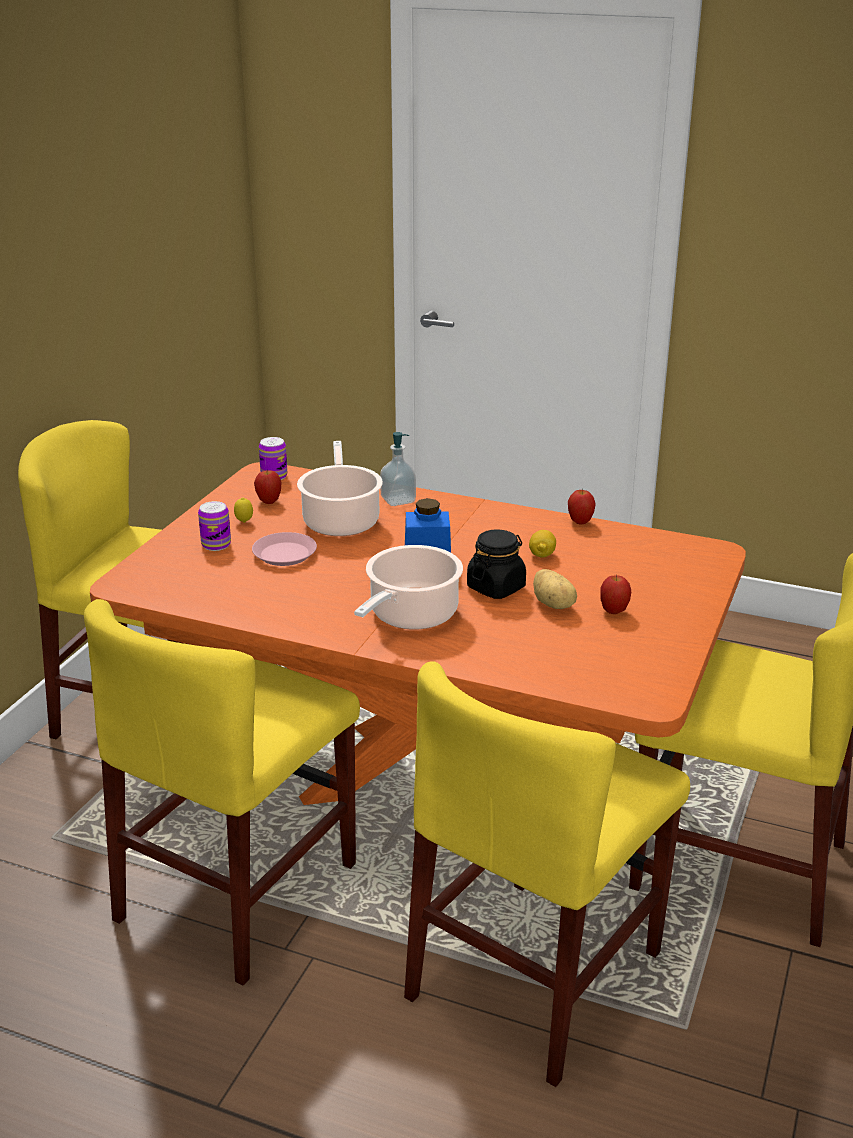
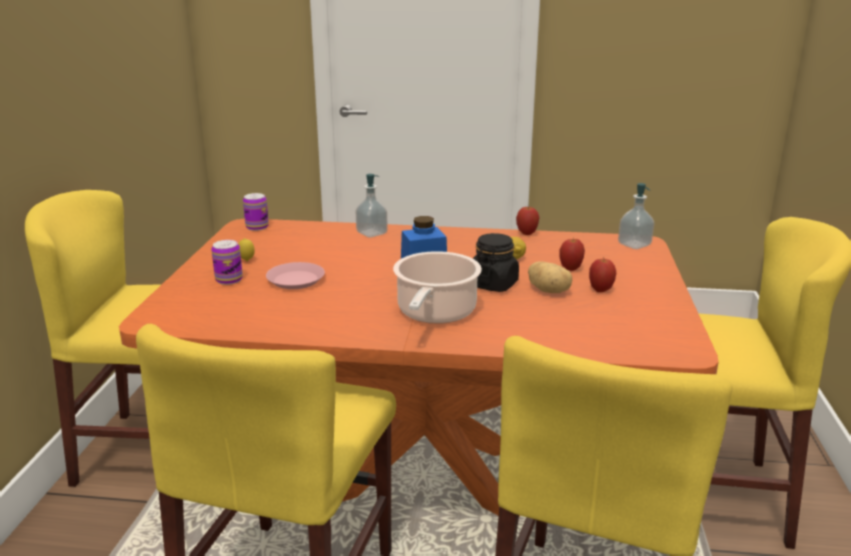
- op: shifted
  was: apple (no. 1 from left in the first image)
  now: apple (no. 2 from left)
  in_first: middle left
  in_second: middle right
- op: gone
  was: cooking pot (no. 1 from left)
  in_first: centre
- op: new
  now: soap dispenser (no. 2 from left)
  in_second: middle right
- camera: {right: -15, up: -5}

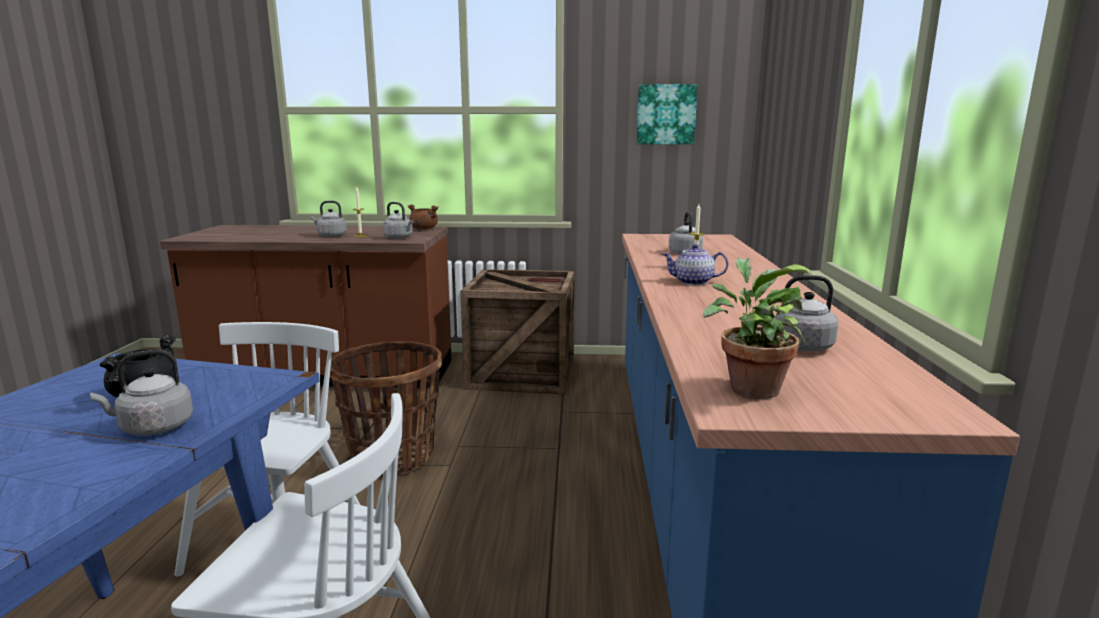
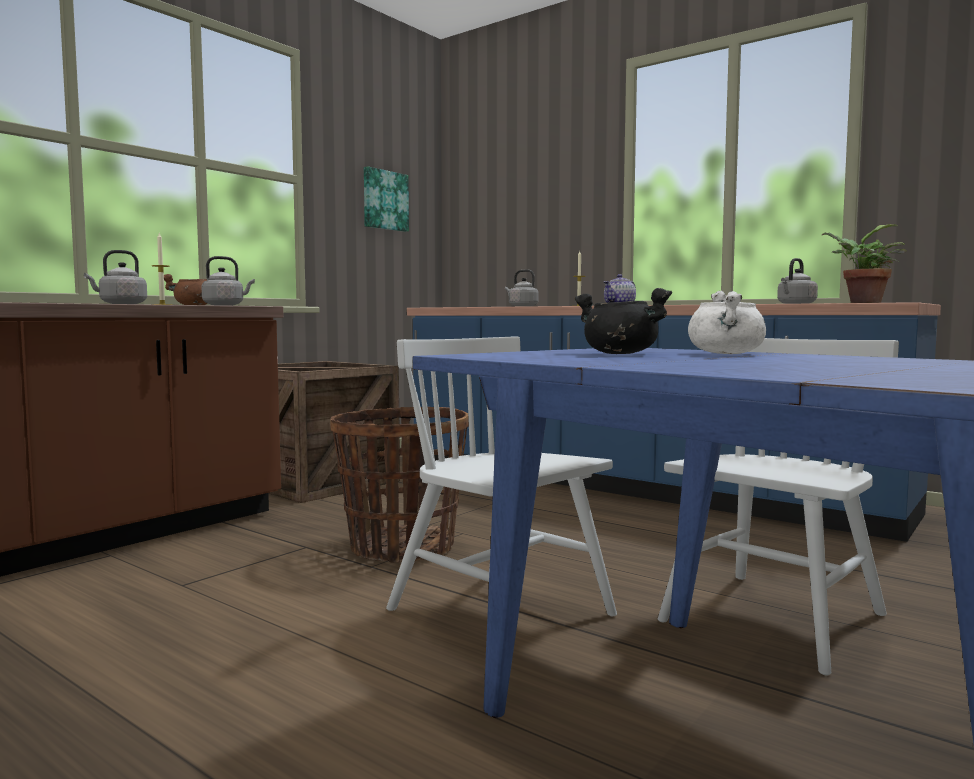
- op: swapped
  was: grey kettle (no. 1 from left)
  now: white cooking pot
  in_first: middle left
  in_second: middle right
- camera: {right: -55, up: -10}

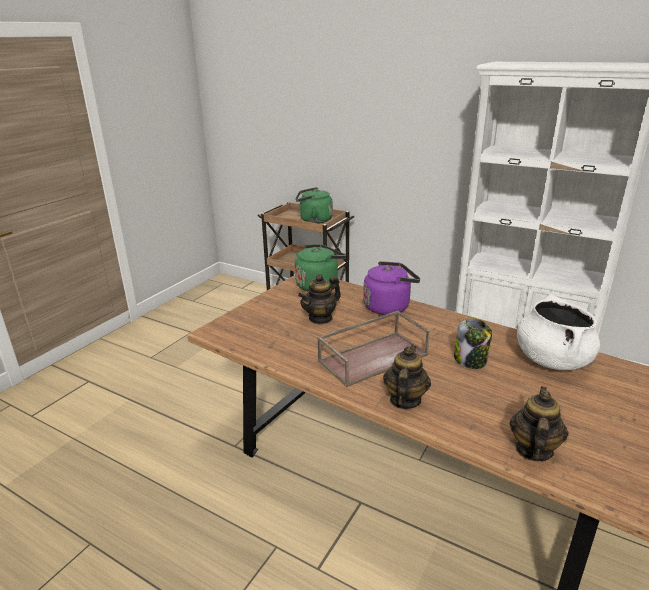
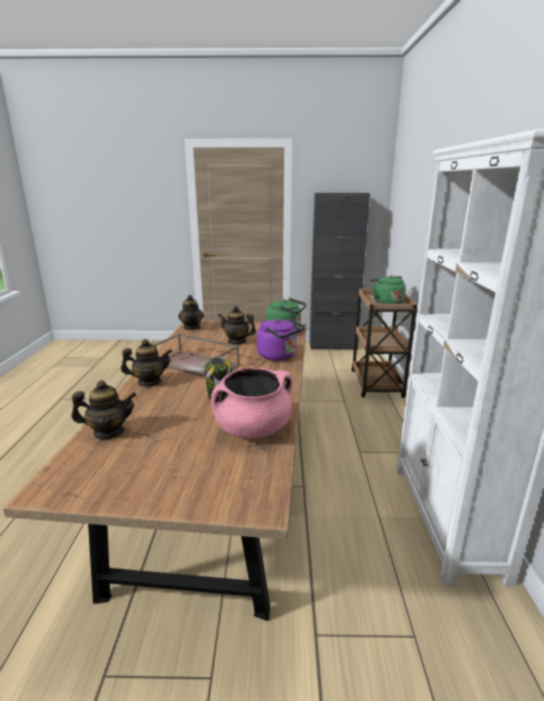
- op: repainted
  was: white cooking pot
  now: pink cooking pot
  in_first: middle right
  in_second: centre
- op: new
  now: teapot (no. 3 from left)
  in_second: centre
- op: new
  now: black cabinet
  in_second: centre
- camera: {right: 60, up: -5}

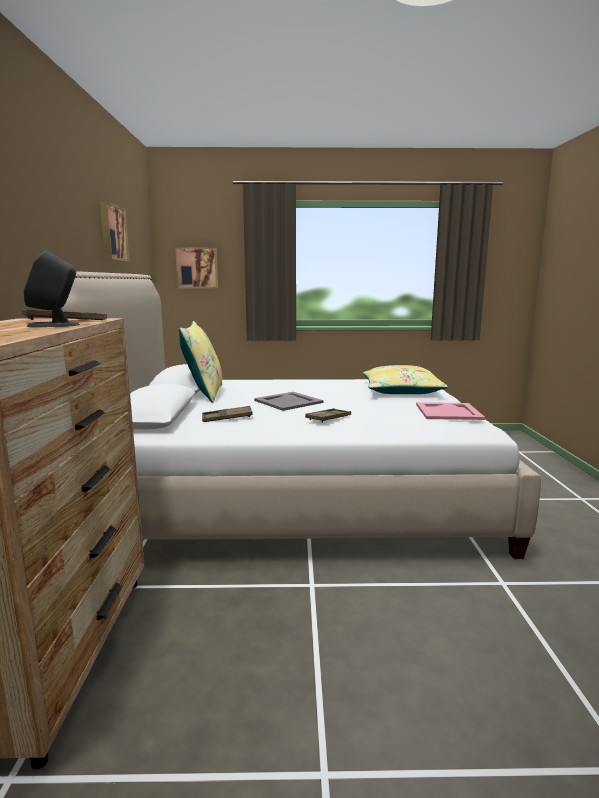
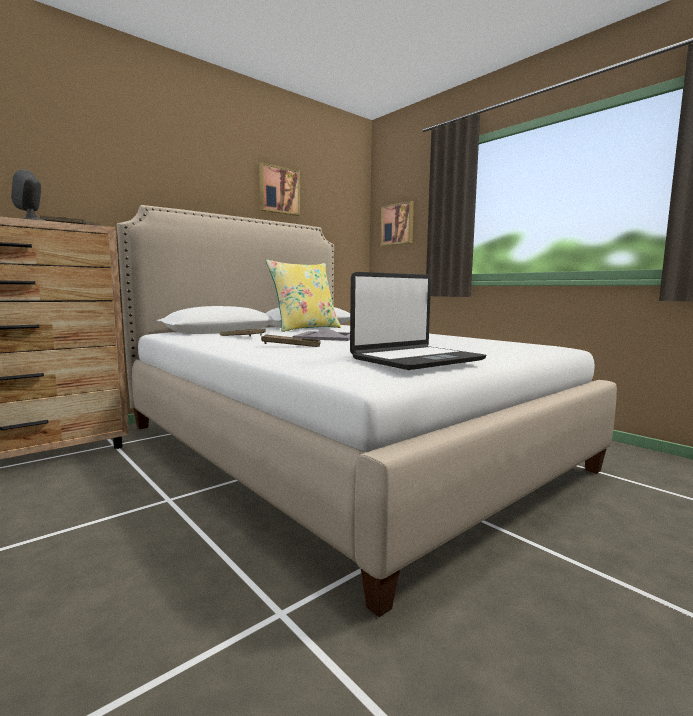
- op: gone
  was: yellow pillow (no. 2 from left)
  in_first: middle right
- op: swapped
  was: pink tray
  now: laptop
  in_first: middle right
  in_second: centre
- camera: {right: 50, up: -5}

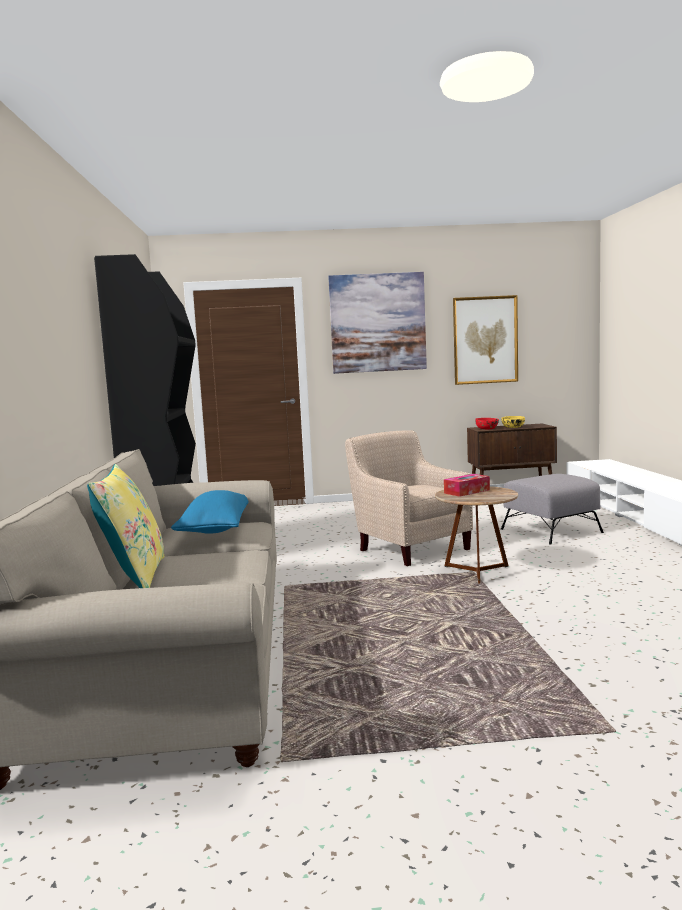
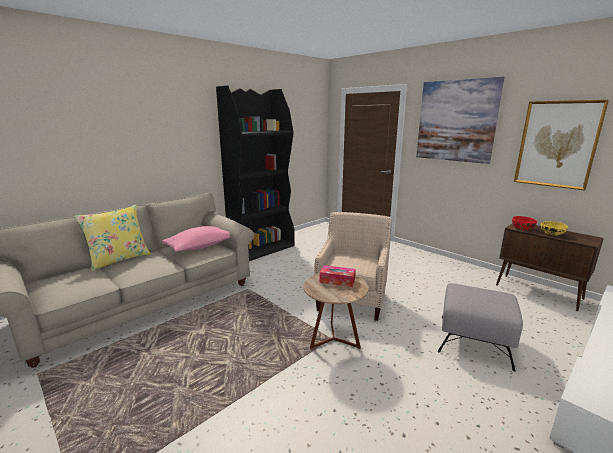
- op: repainted
  was: blue pillow
  now: pink pillow
  in_first: middle left
  in_second: middle left
- camera: {right: 50, up: 10}

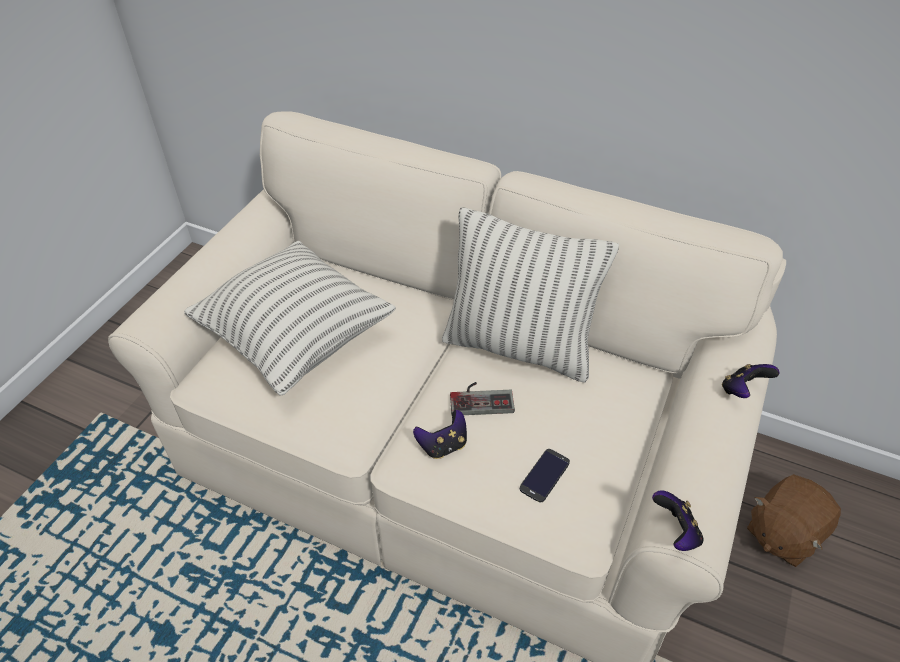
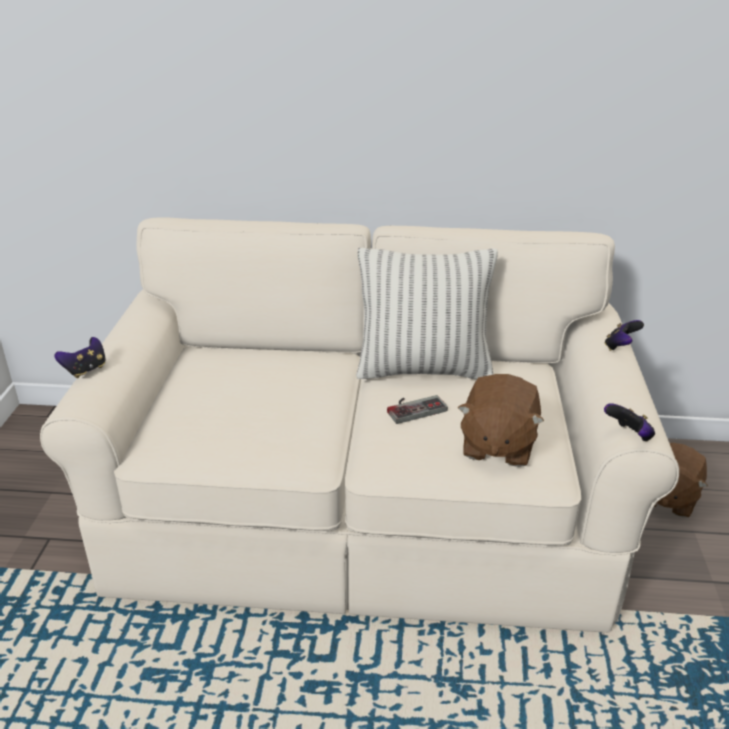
- op: gone
  was: pillow (no. 1 from left)
  in_first: middle left
- op: shifted
  was: game controller (no. 1 from left)
  in_first: centre
  in_second: middle left
- op: swapped
  was: phone
  now: brown plush toy (no. 1 from left)
  in_first: bottom centre
  in_second: middle right
- camera: {right: -20, up: -15}

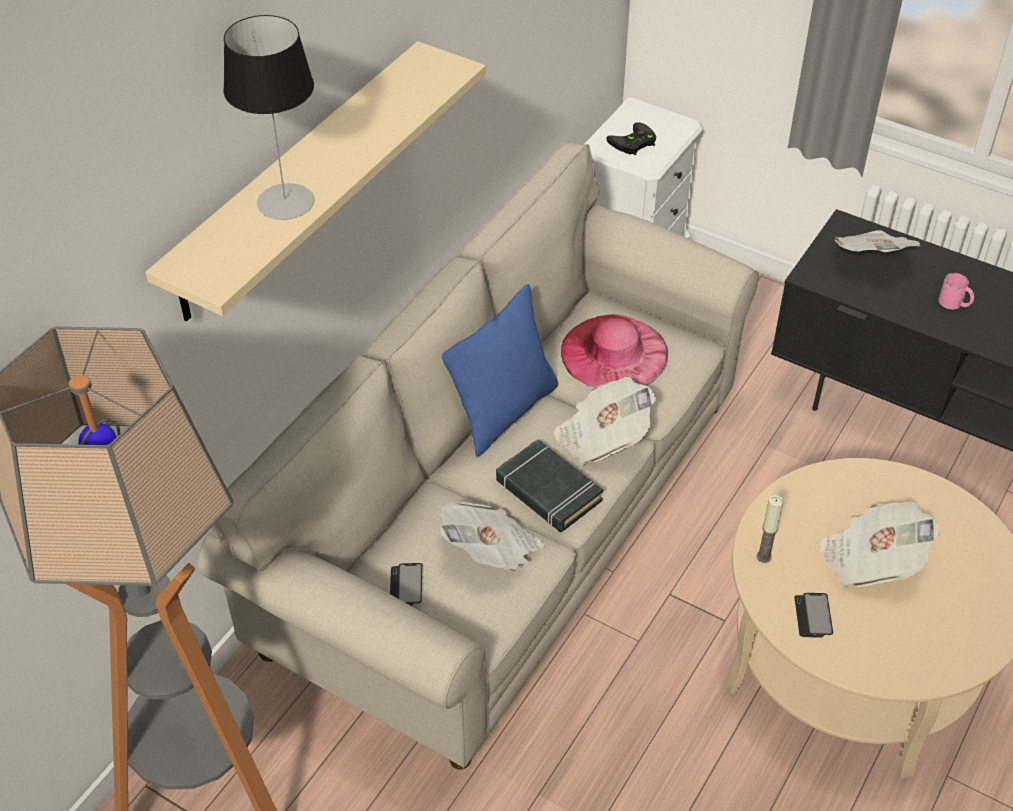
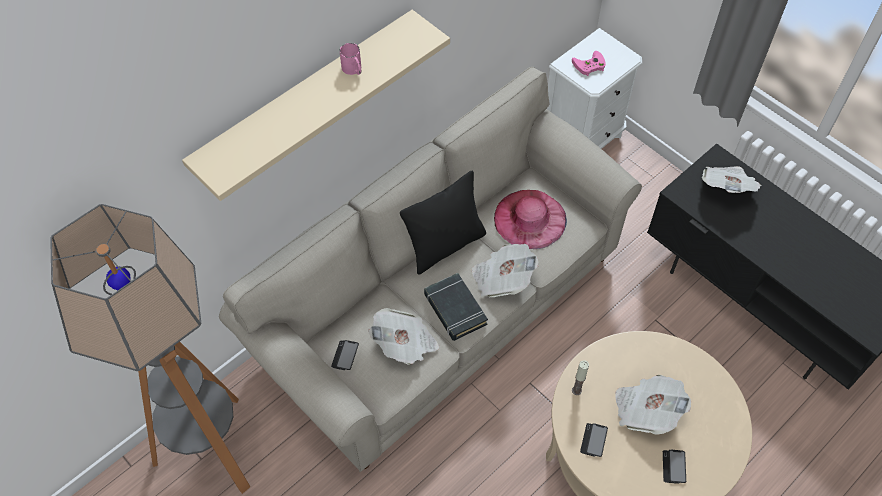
- op: gone
  was: table lamp
  in_first: top left
- op: repainted
  was: blue pillow
  now: black pillow
  in_first: centre
  in_second: centre
- op: repainted
  was: black game controller
  now: pink game controller
  in_first: top centre
  in_second: top right
- op: shifted
  was: pink mug
  in_first: middle right
  in_second: top centre
- op: new
  now: phone (no. 3 from left)
  in_second: bottom right
- camera: {right: 15, up: 10}

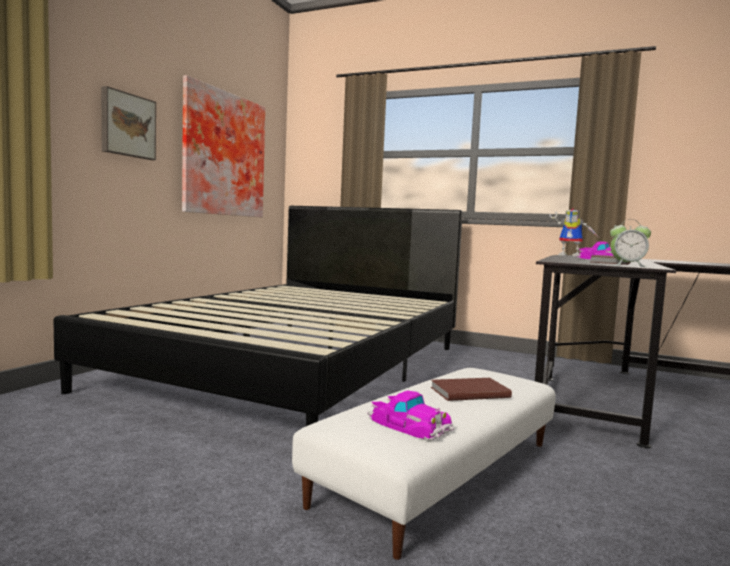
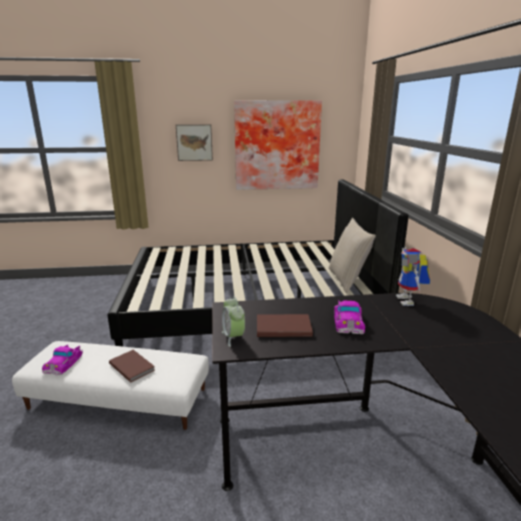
- op: new
  now: beige pillow
  in_second: middle right
- camera: {right: 60, up: 15}

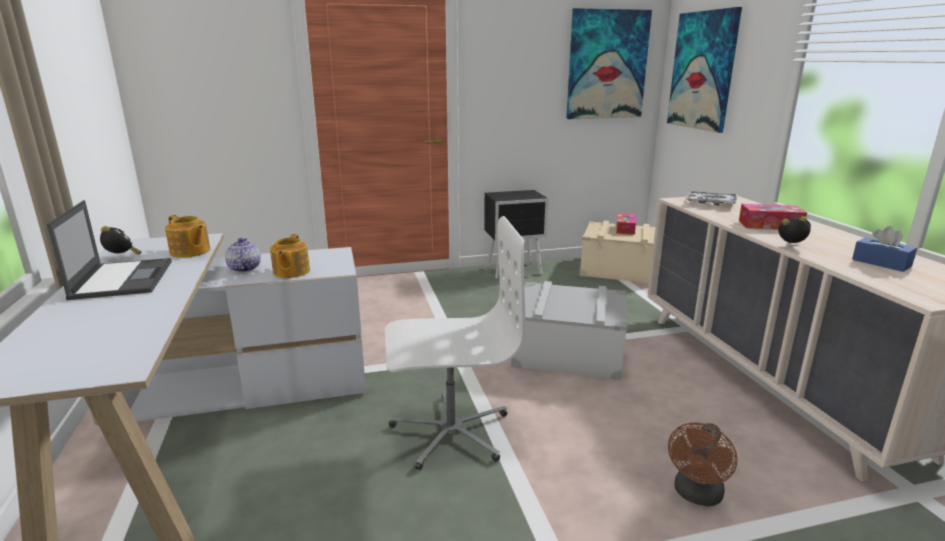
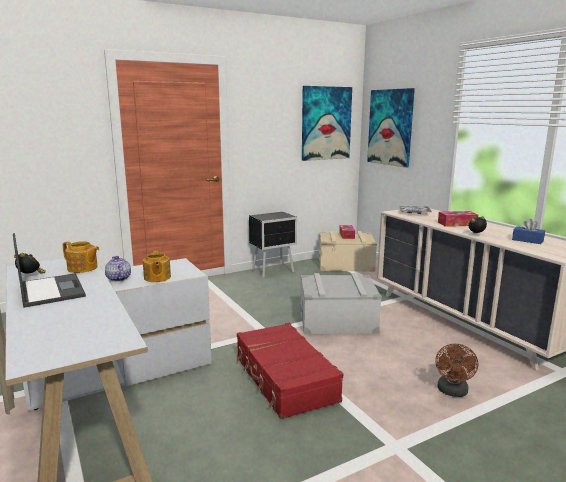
- op: swapped
  was: white office chair
  now: red suitcase
  in_first: centre
  in_second: bottom centre
- camera: {right: -15, up: -5}

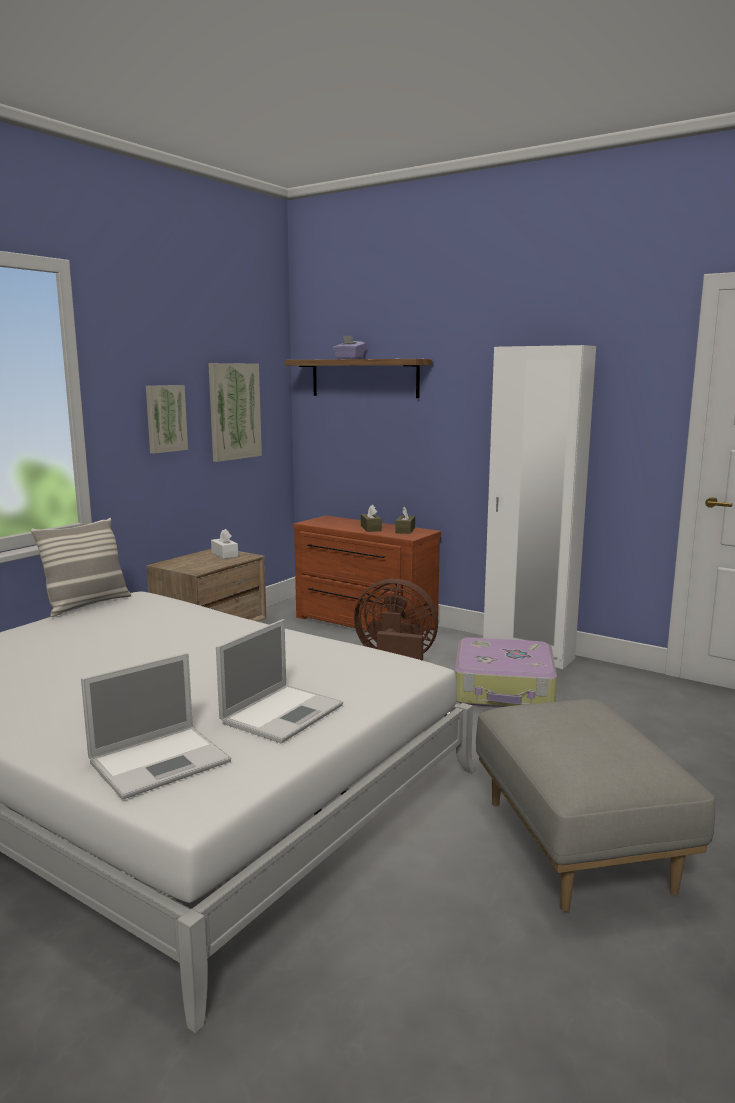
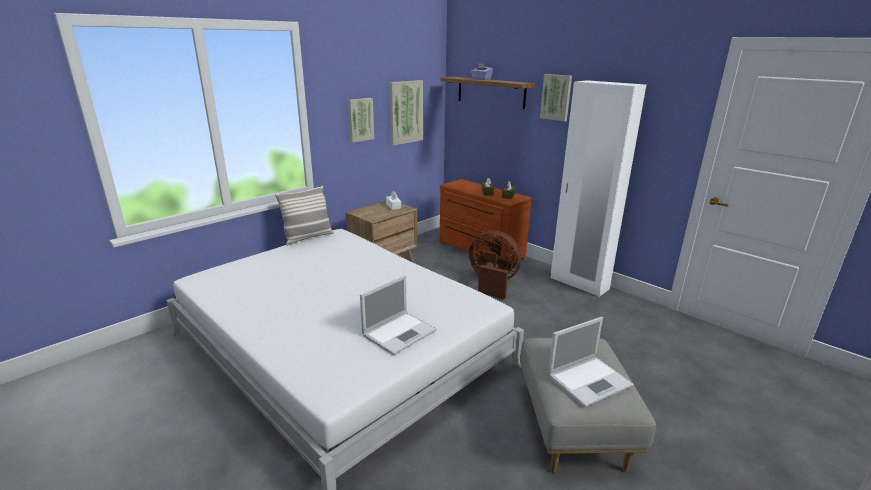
- op: shifted
  was: laptop (no. 1 from left in the first image)
  now: laptop (no. 2 from left)
  in_first: middle left
  in_second: bottom right
- op: gone
  was: suitcase
  in_first: middle right
- op: new
  now: picture (no. 3 from left)
  in_second: top centre
- camera: {right: 10, up: 10}

